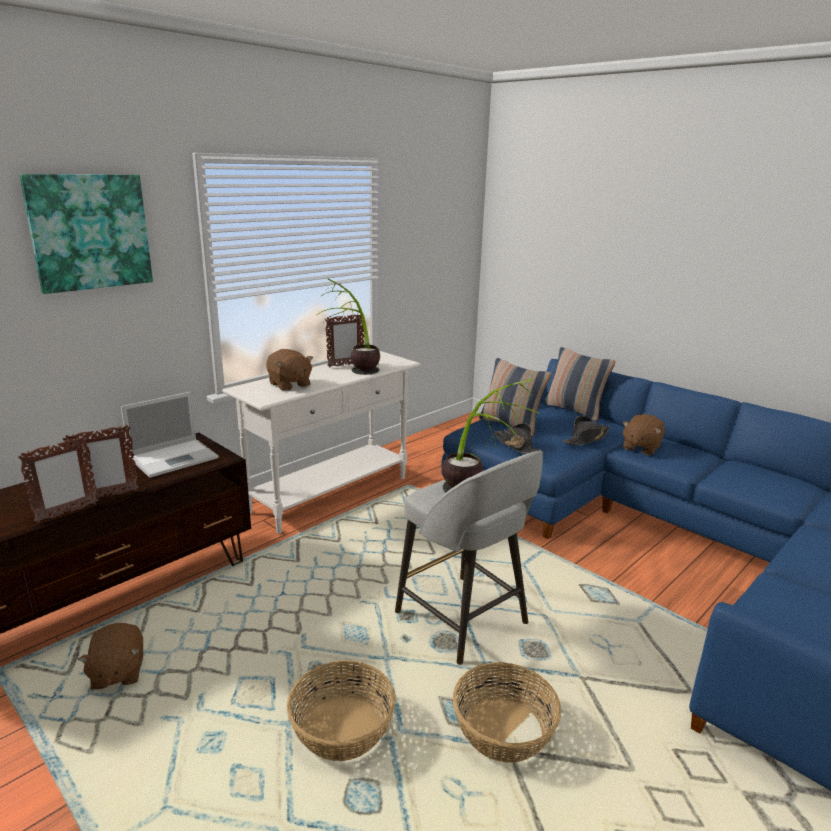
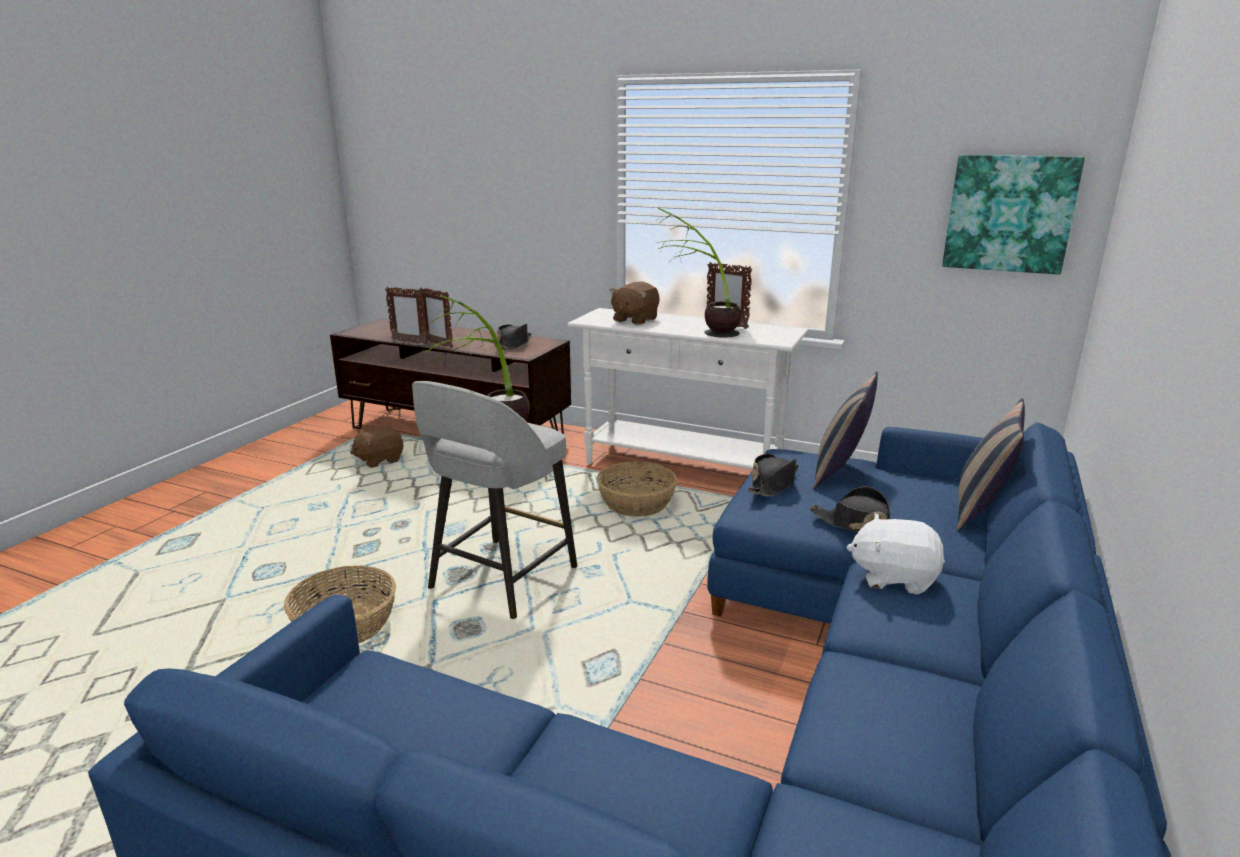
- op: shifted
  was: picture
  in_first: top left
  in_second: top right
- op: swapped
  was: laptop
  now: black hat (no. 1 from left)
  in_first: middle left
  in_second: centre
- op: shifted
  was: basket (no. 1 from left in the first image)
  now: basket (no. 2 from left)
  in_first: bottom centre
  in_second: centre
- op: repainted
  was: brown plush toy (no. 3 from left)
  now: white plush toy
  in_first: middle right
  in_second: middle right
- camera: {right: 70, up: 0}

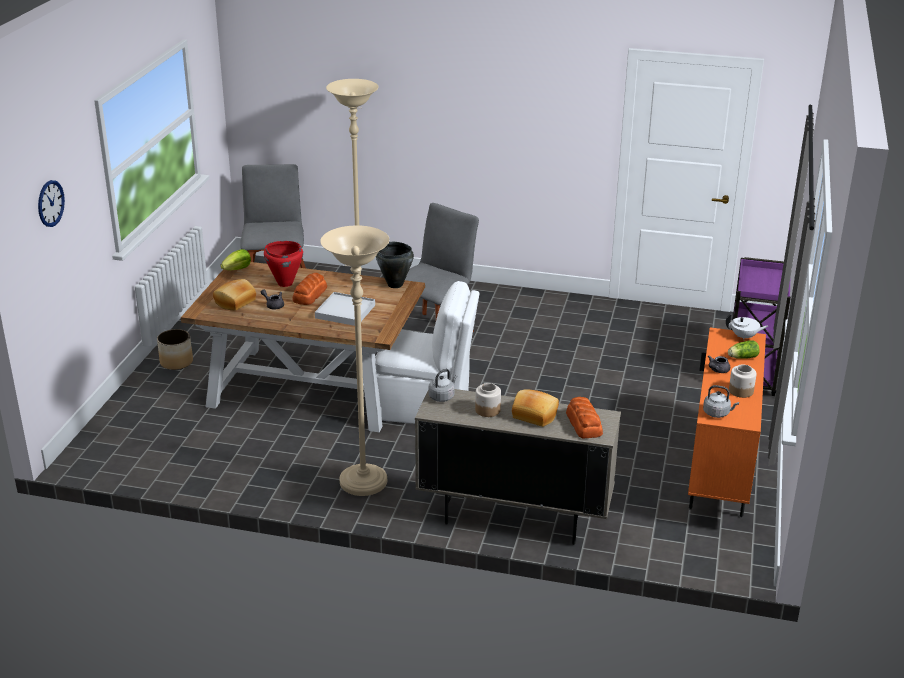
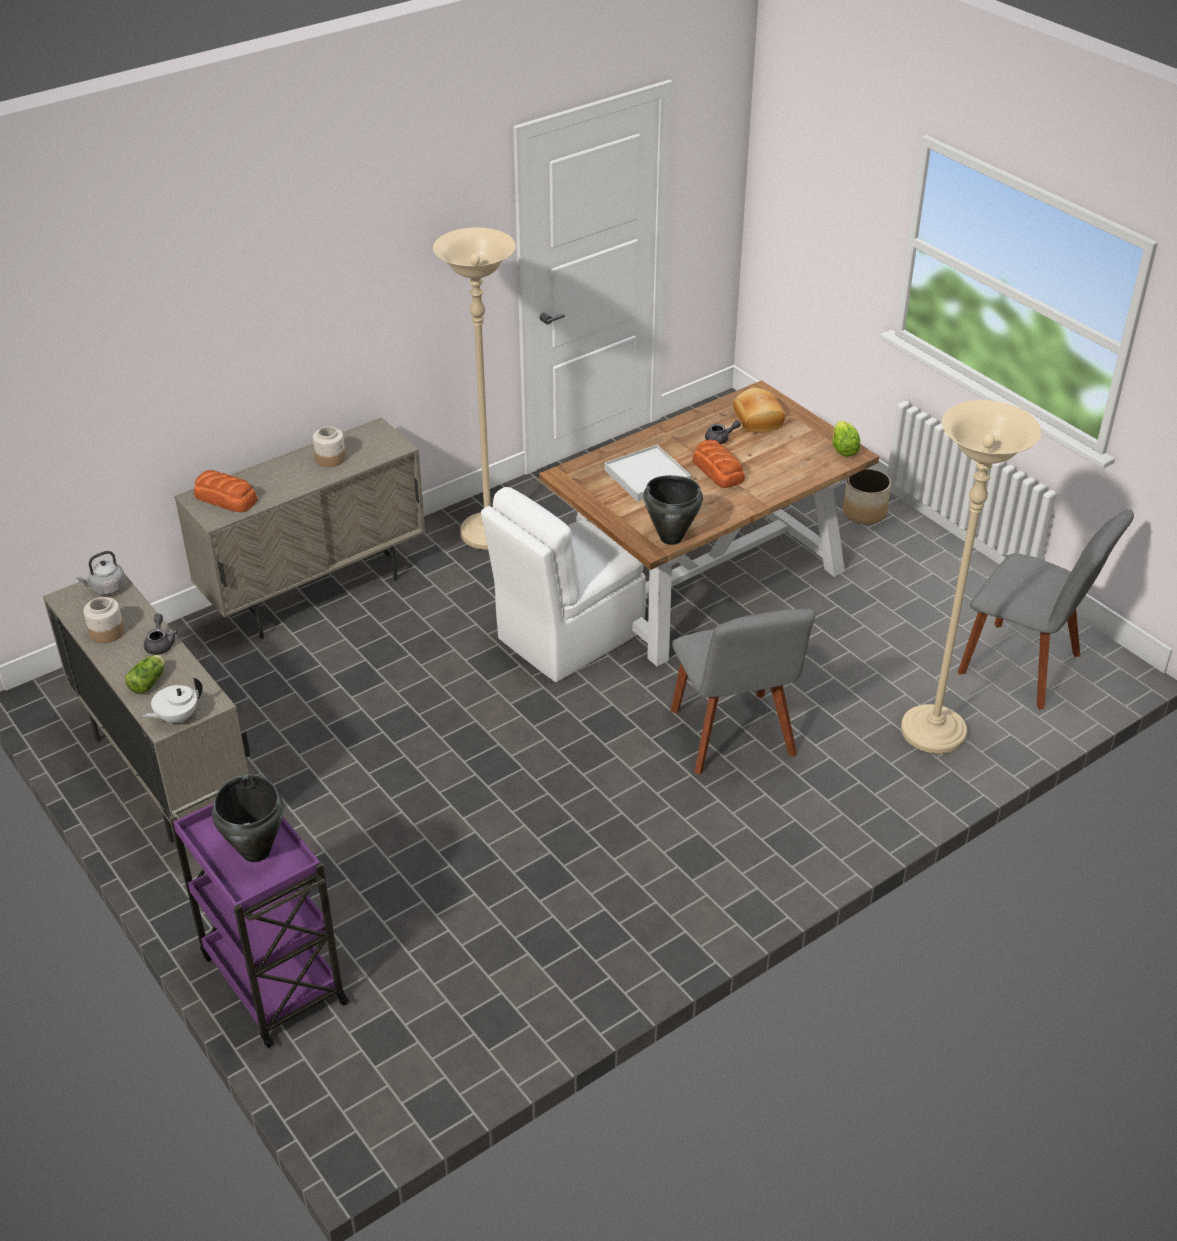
- op: gone
  was: wall clock
  in_first: top left
- op: gone
  was: red cooking pot
  in_first: middle left
- op: gone
  was: grey kettle (no. 1 from left)
  in_first: centre
- op: gone
  was: bread (no. 3 from left)
  in_first: centre
- op: repainted
  was: orange cabinet
  now: beige cabinet (no. 1 from left)
  in_first: middle right
  in_second: middle left
- op: new
  now: black cooking pot (no. 1 from left)
  in_second: middle left
- camera: {right: 130, up: 10}

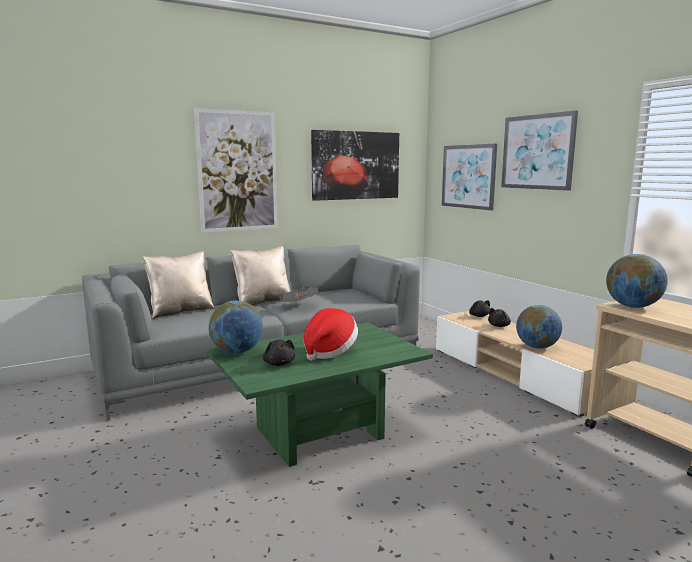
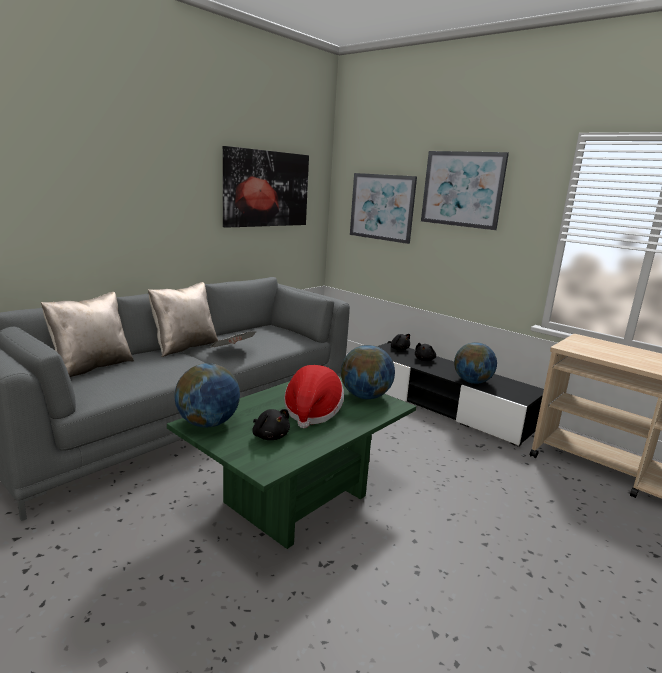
- op: gone
  was: picture (no. 1 from left)
  in_first: top centre
- op: repainted
  was: beige tv stand
  now: black tv stand
  in_first: middle right
  in_second: middle right
- op: shifted
  was: globe (no. 3 from left in the first image)
  now: globe (no. 2 from left)
  in_first: middle right
  in_second: centre
- camera: {right: -20, up: 5}

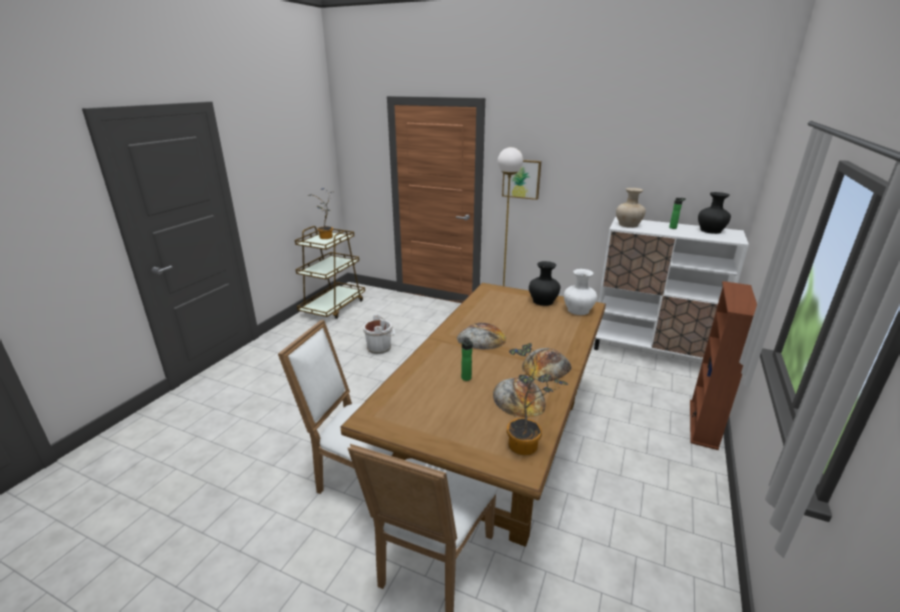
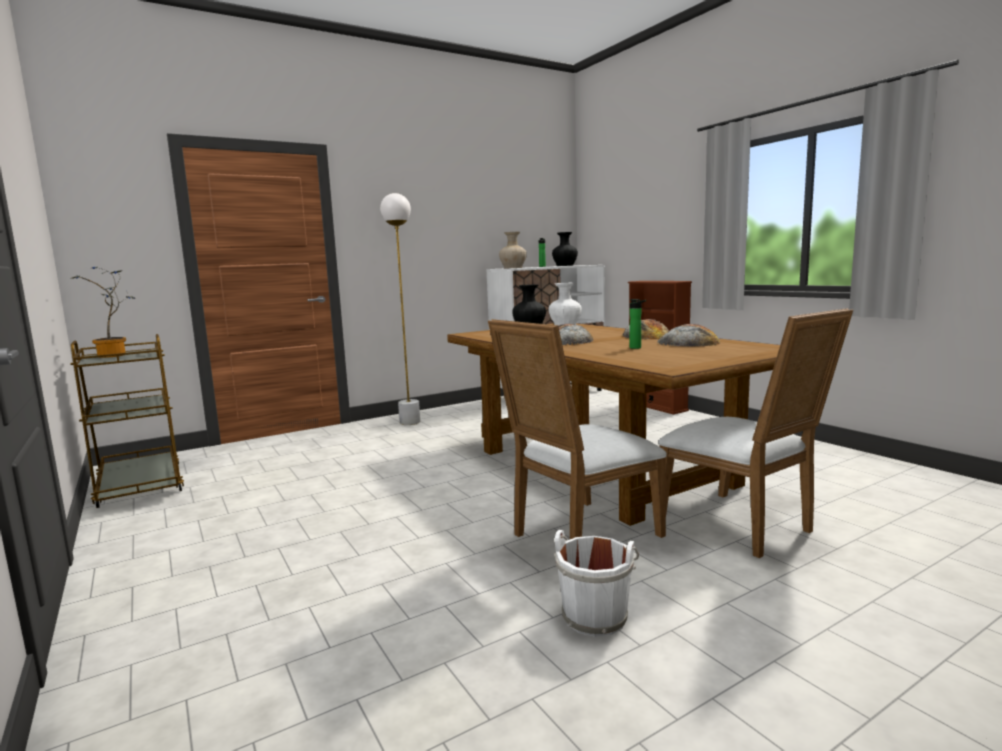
- op: shifted
  was: white bucket
  in_first: centre
  in_second: bottom centre
- op: gone
  was: picture
  in_first: top centre
- op: gone
  was: potted plant (no. 2 from left)
  in_first: centre
- camera: {right: -55, up: -15}

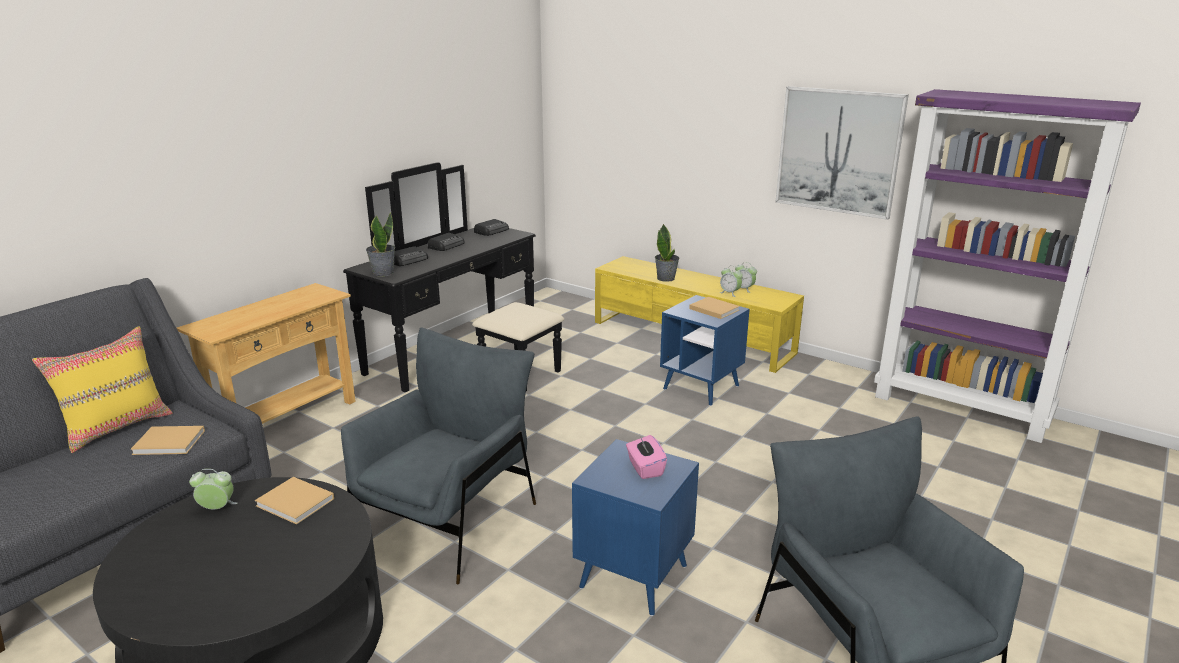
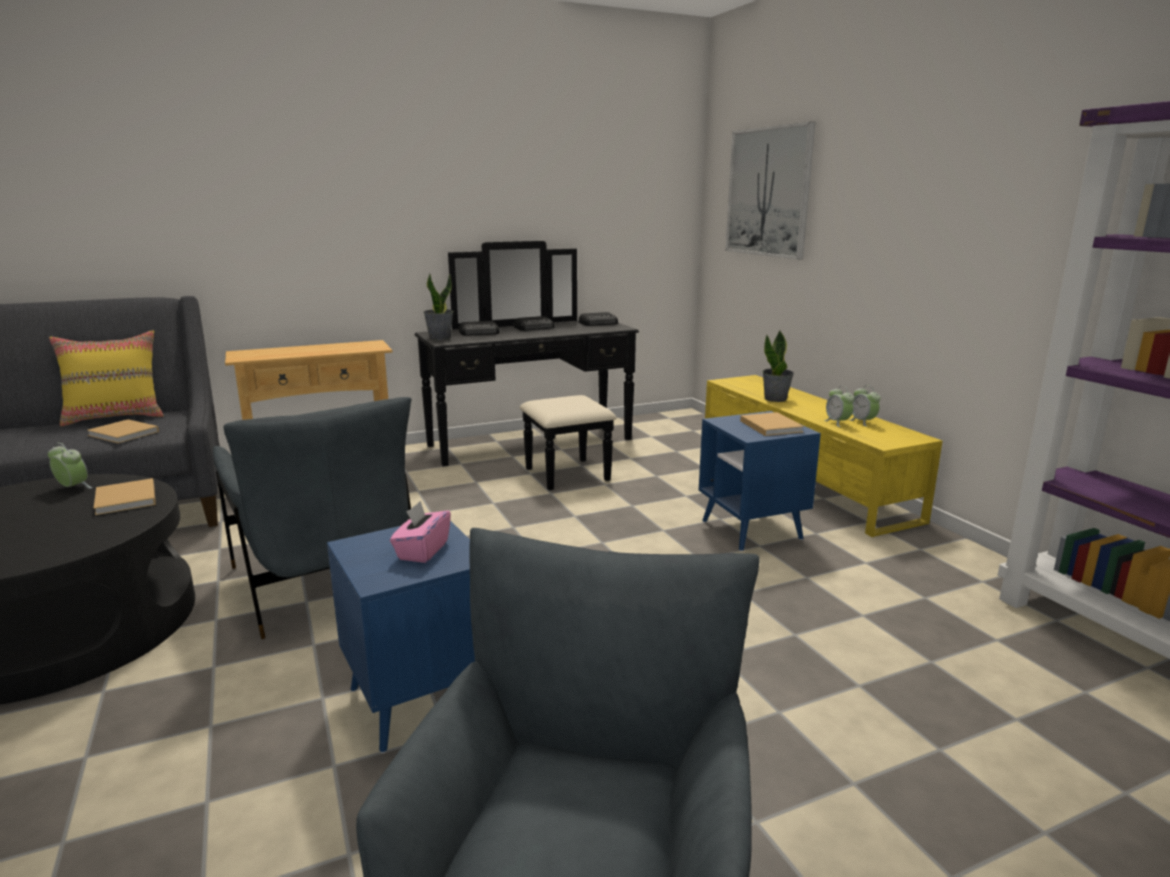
- op: rotated
  was: grey armchair (no. 1 from left)
  in_first: bottom centre
  in_second: middle left
  clockwise: 90
- op: shifted
  was: picture
  in_first: top right
  in_second: top centre
- camera: {right: 30, up: -5}

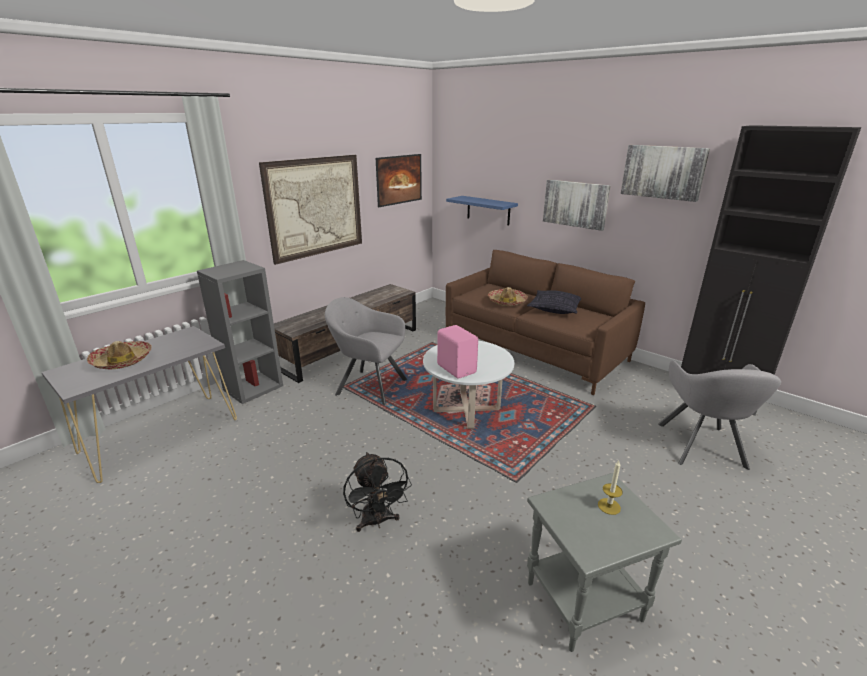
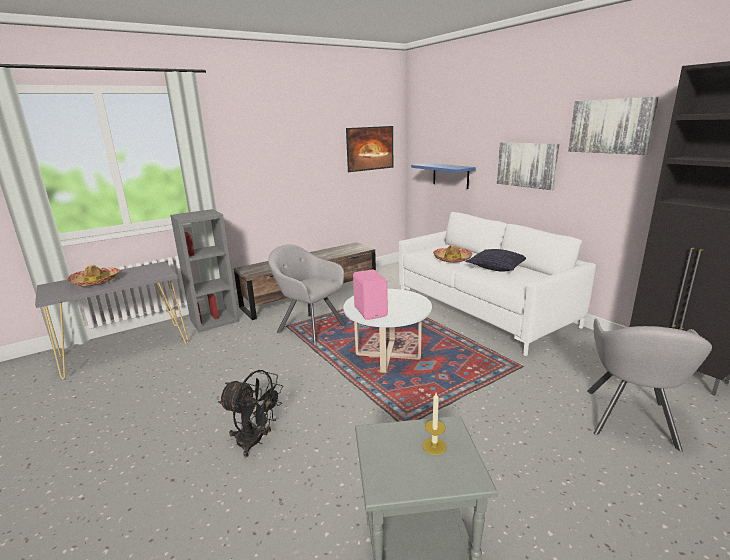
- op: gone
  was: picture (no. 1 from left)
  in_first: top centre
- op: rotated
  was: black fan
  in_first: bottom centre
  in_second: bottom centre
  clockwise: -60
- op: repainted
  was: brown sofa
  now: white sofa
  in_first: centre
  in_second: middle right
- camera: {right: 15, up: -5}

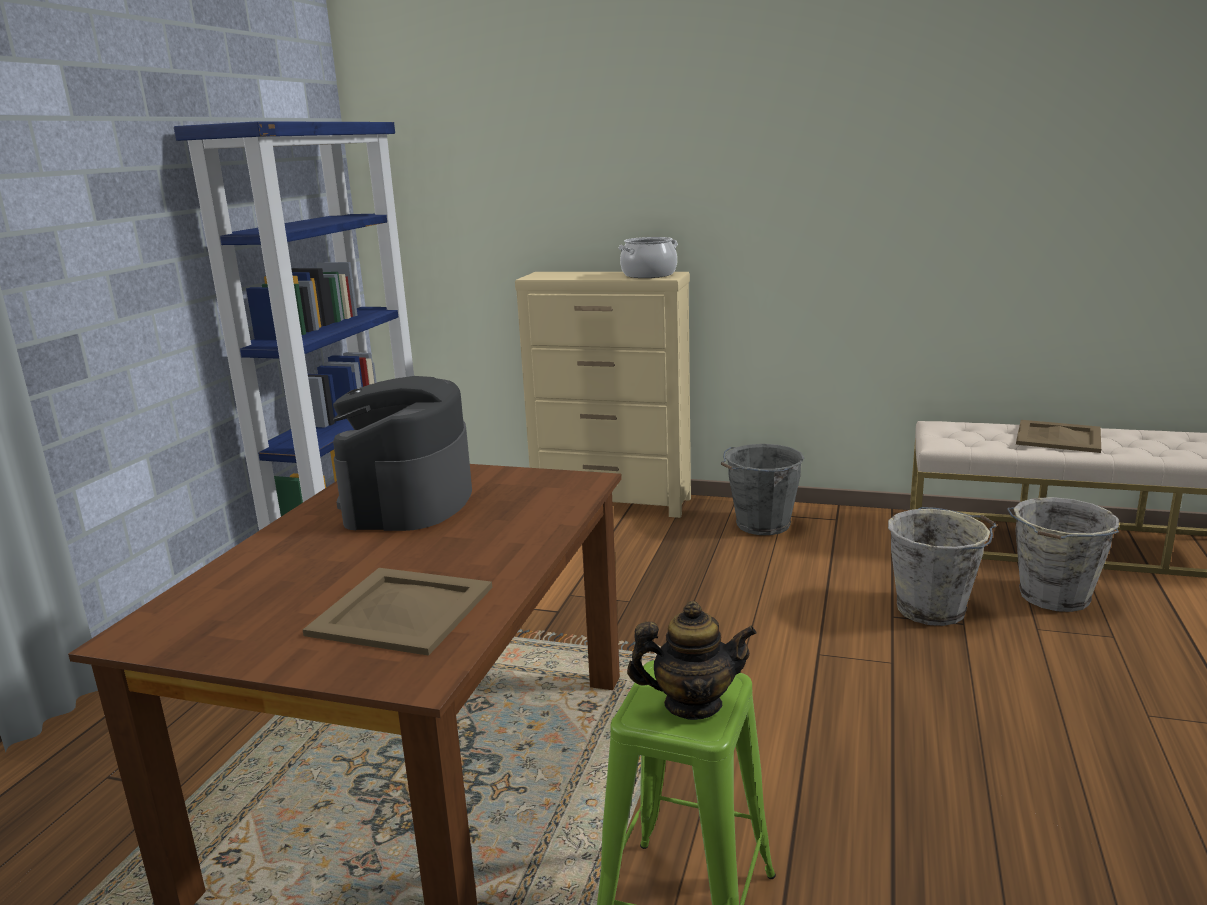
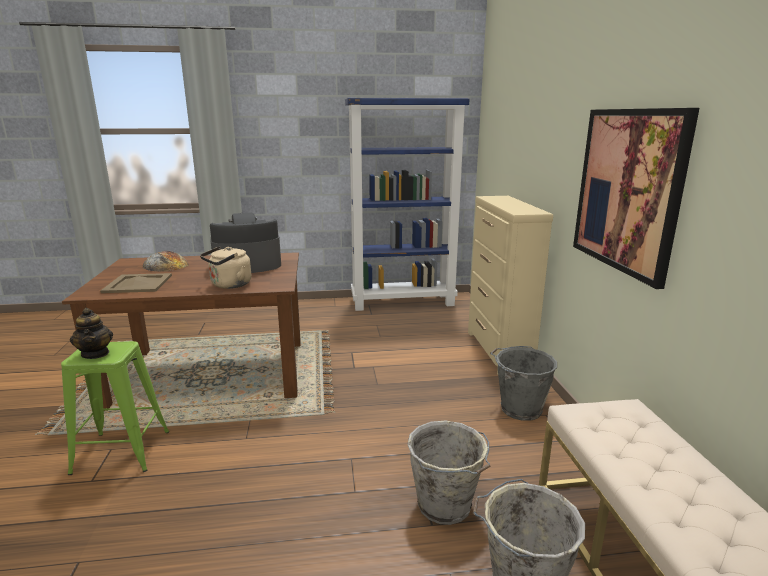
- op: gone
  was: cooking pot
  in_first: top centre
- op: gone
  was: beige tray (no. 2 from left)
  in_first: middle right
- op: new
  now: bread
  in_second: middle left
- op: new
  now: beige kettle
  in_second: middle left
- op: new
  now: picture
  in_second: middle right
- camera: {right: 65, up: 0}

